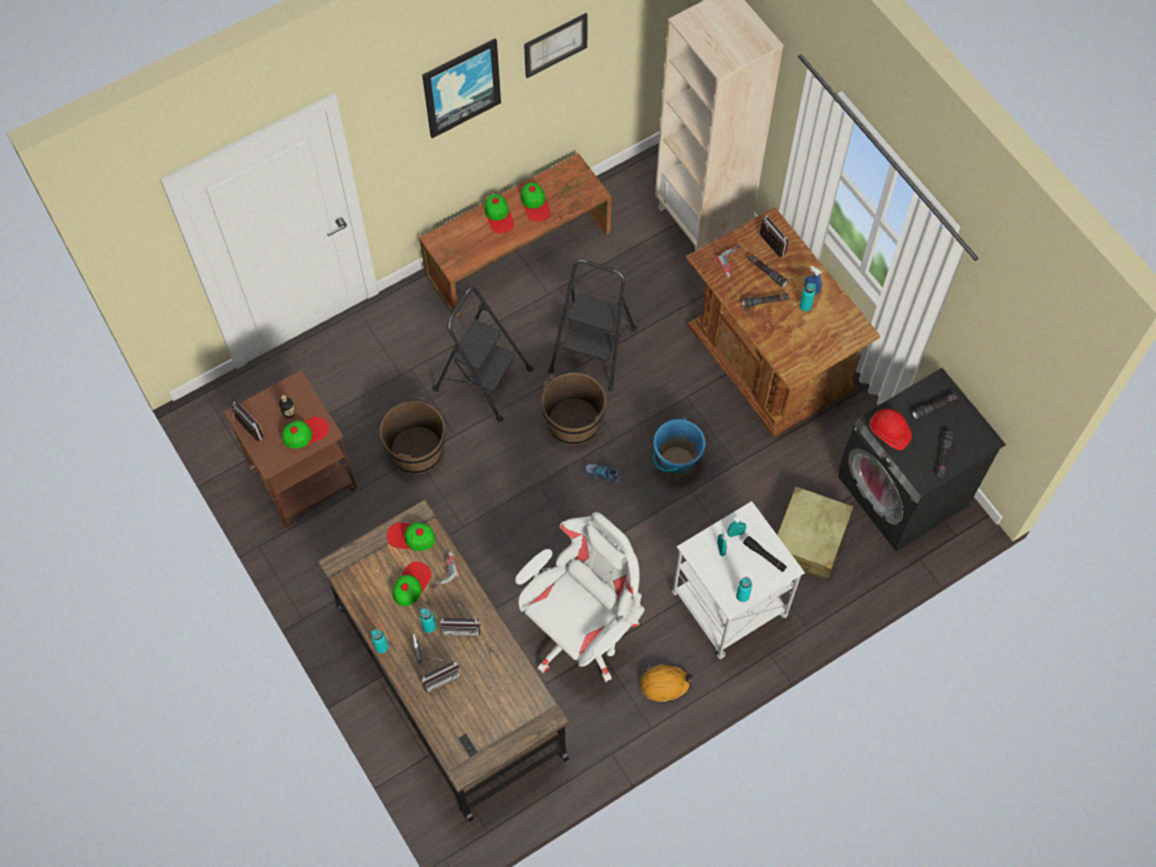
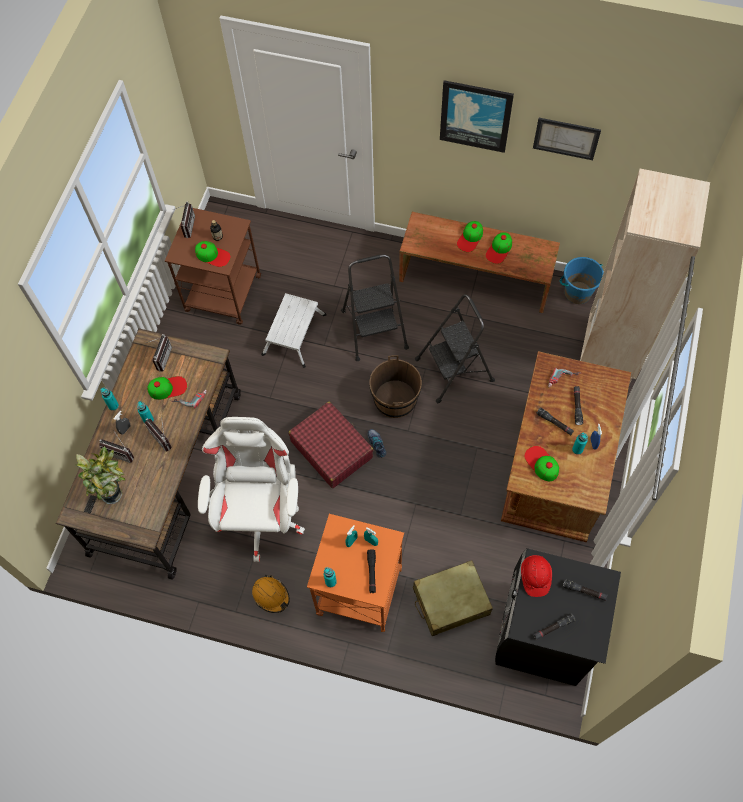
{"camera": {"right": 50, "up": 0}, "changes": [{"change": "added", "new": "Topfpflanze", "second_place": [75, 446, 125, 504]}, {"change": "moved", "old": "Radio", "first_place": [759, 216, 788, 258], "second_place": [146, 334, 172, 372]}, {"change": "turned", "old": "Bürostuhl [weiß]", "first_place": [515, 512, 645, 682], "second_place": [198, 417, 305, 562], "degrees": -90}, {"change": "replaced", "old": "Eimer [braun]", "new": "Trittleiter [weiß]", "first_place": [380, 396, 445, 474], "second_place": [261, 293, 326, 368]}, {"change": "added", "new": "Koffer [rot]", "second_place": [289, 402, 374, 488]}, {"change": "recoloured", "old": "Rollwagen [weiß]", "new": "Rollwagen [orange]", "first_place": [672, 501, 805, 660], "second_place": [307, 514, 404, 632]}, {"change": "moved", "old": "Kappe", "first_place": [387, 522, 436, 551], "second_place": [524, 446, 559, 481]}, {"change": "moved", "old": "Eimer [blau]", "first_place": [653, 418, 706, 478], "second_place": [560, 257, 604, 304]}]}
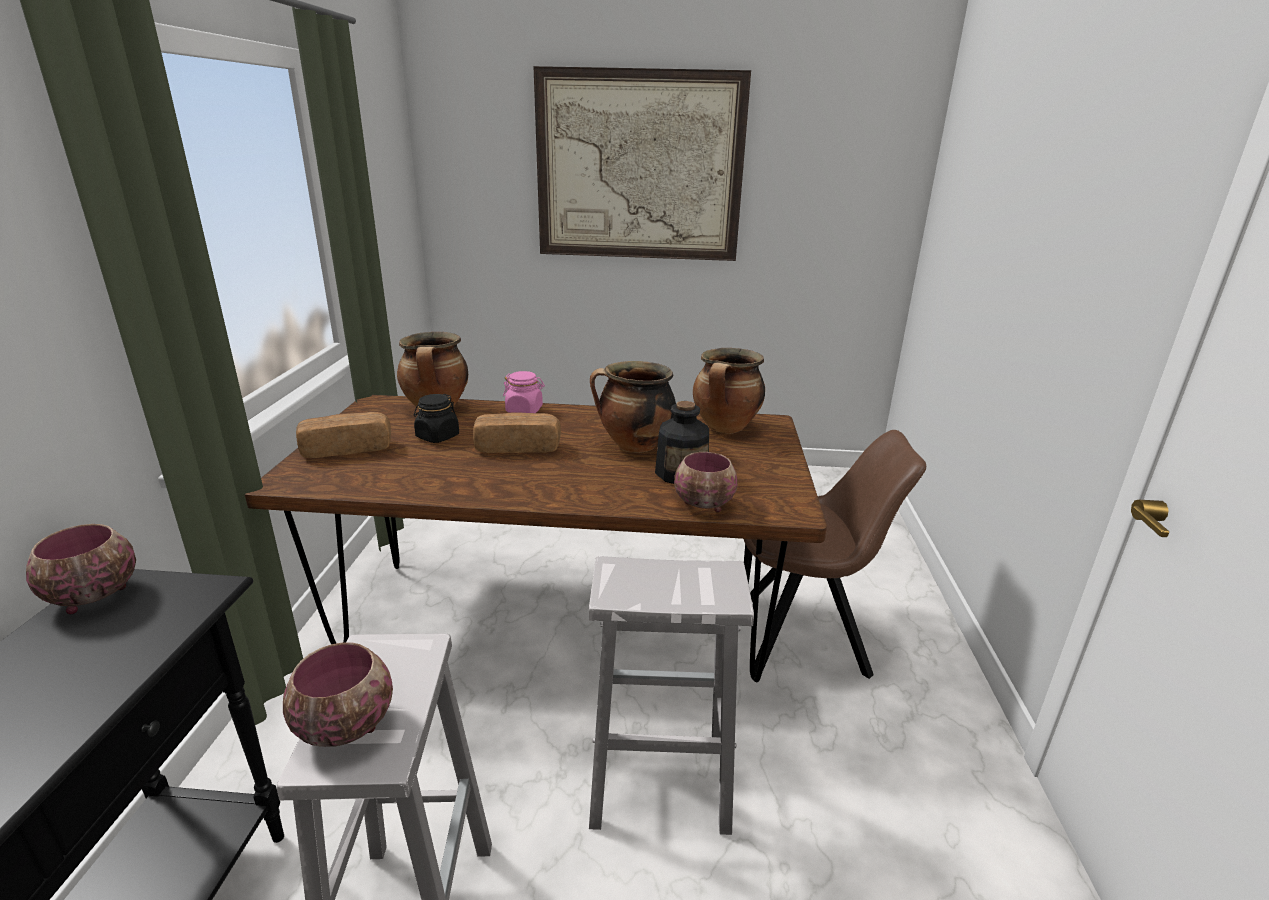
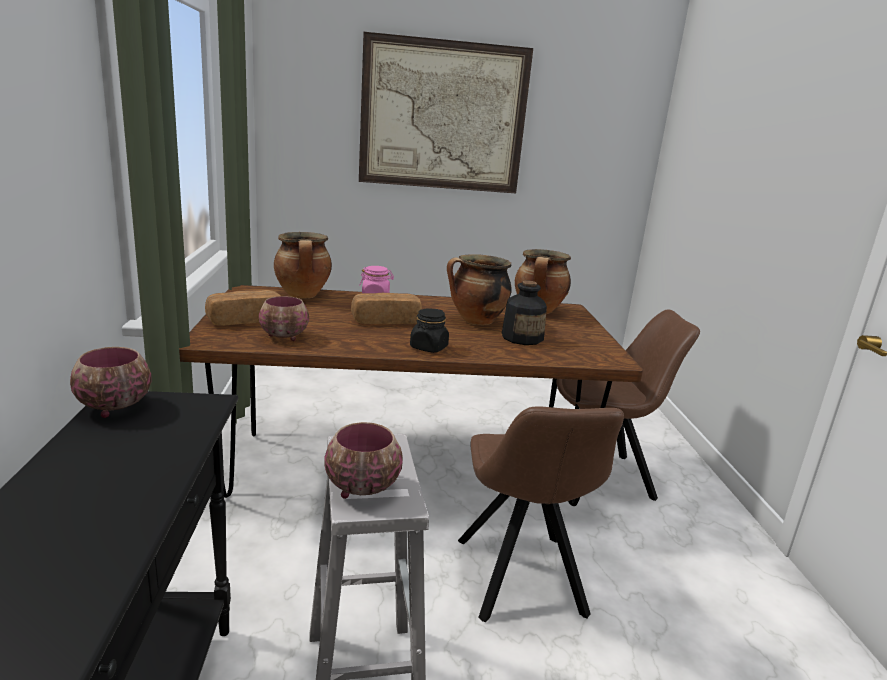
{"camera": {"right": -10, "up": -5}, "changes": [{"change": "moved", "old": "Schüssel", "first_place": [674, 452, 738, 512], "second_place": [259, 296, 309, 341]}, {"change": "moved", "old": "Vorratsglas [schwarz]", "first_place": [414, 394, 459, 443], "second_place": [410, 308, 449, 353]}, {"change": "replaced", "old": "Hocker [weiß]", "new": "Stuhl [braun]", "first_place": [589, 556, 754, 835], "second_place": [458, 406, 624, 622]}]}
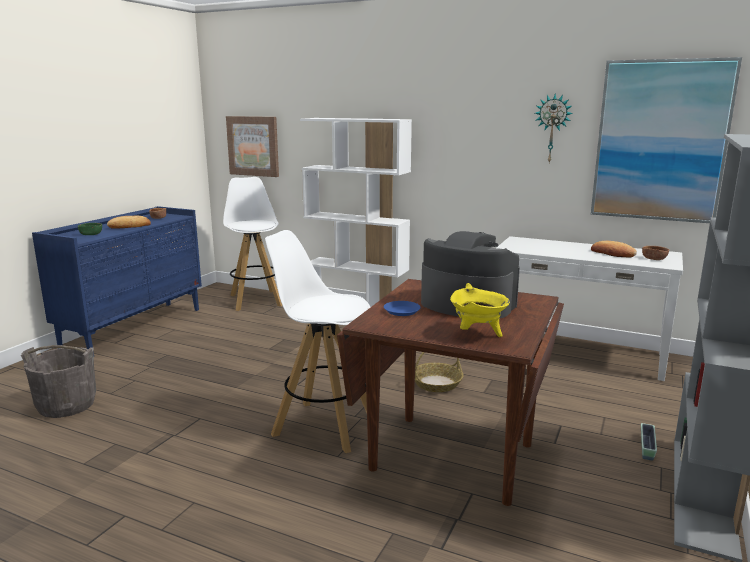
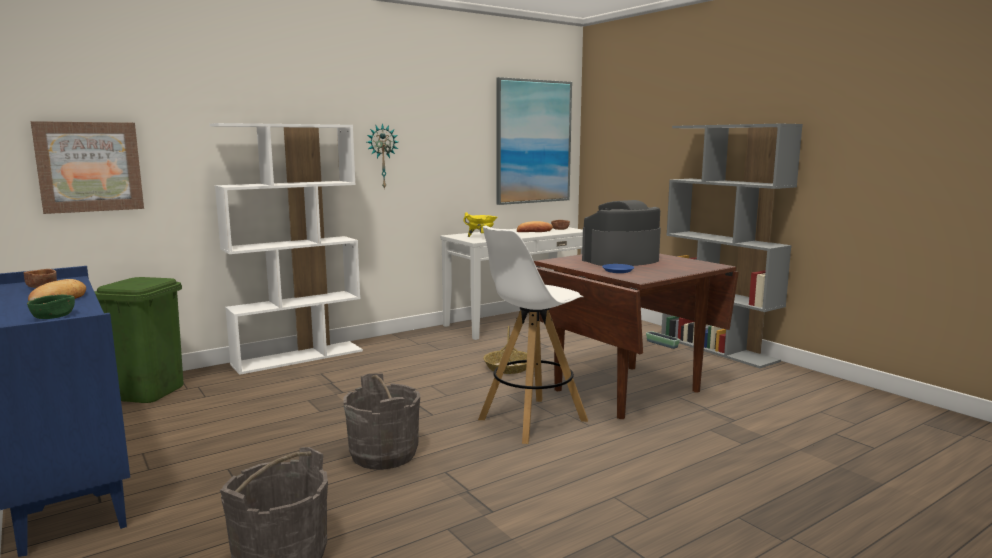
{"camera": {"right": -60, "up": -5}, "changes": [{"change": "replaced", "old": "Hocker [weiß]", "new": "Mülleimer [grün]", "first_place": [223, 177, 282, 311], "second_place": [94, 277, 184, 403]}, {"change": "added", "new": "Eimer [grau]", "second_place": [344, 374, 420, 470]}, {"change": "moved", "old": "Wanduhr", "first_place": [535, 94, 573, 163], "second_place": [367, 123, 398, 190]}, {"change": "moved", "old": "Kochtopf [gelb]", "first_place": [450, 283, 510, 337], "second_place": [464, 212, 497, 237]}]}
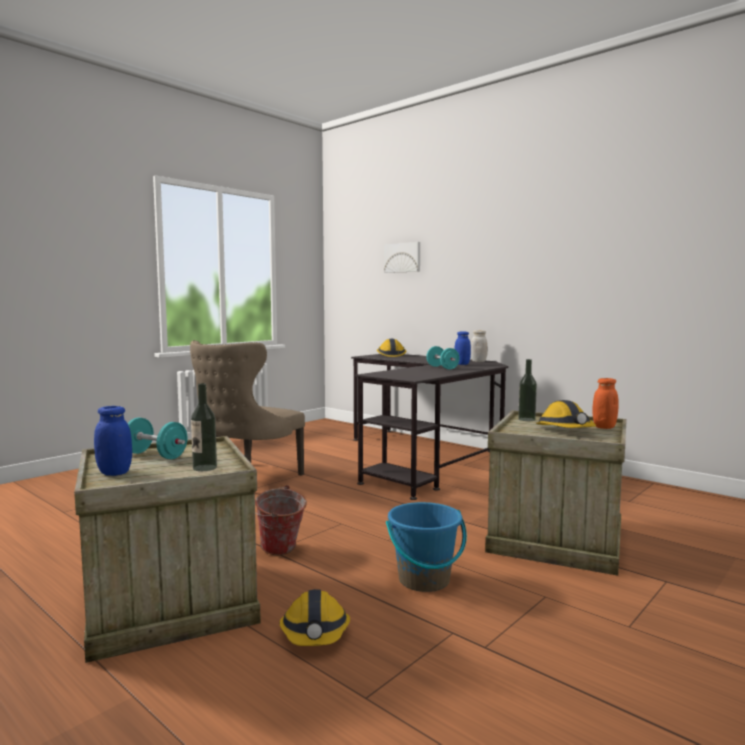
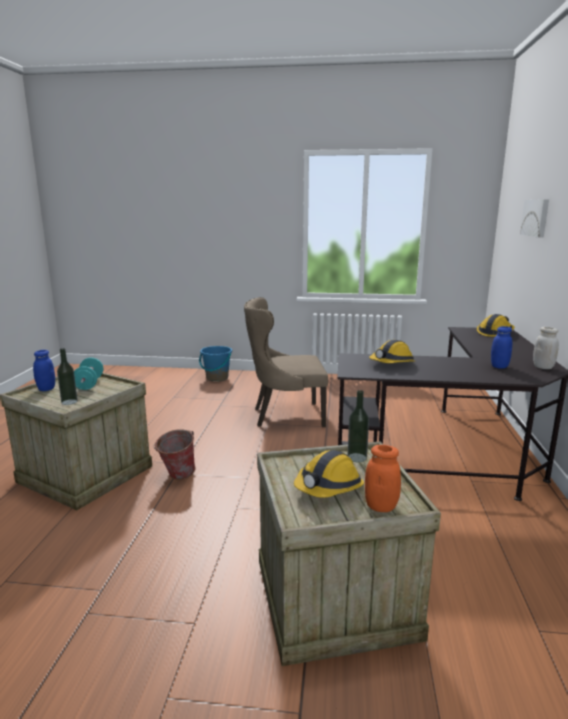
{"camera": {"right": 55, "up": 10}, "changes": [{"change": "moved", "old": "Eimer [blau]", "first_place": [386, 502, 467, 592], "second_place": [199, 346, 232, 381]}, {"change": "moved", "old": "Schutzhelm", "first_place": [279, 589, 350, 646], "second_place": [369, 340, 414, 363]}, {"change": "removed", "old": "Hantel [türkis]", "first_place": [426, 346, 460, 369]}]}
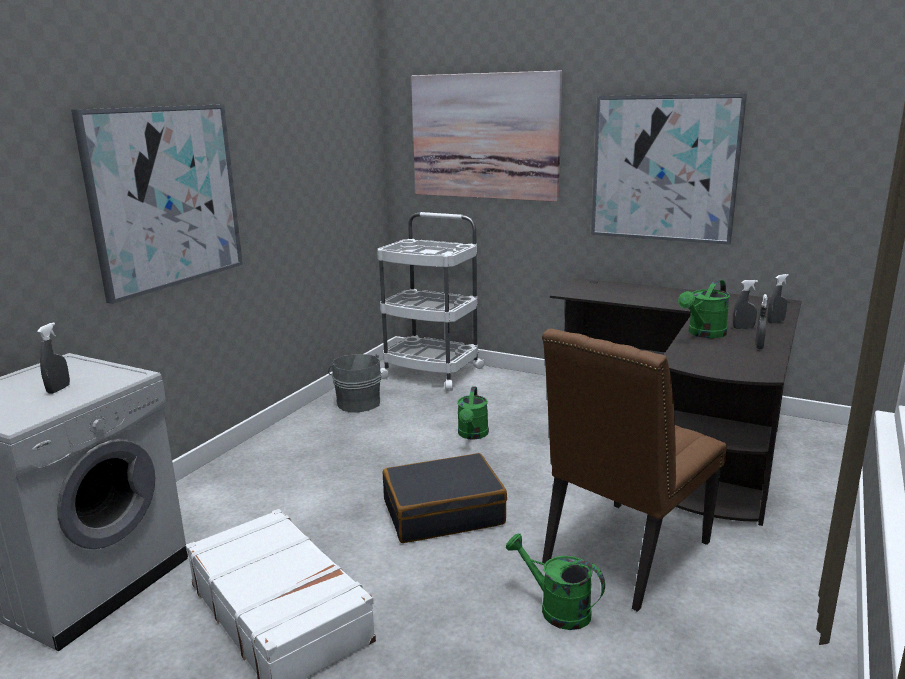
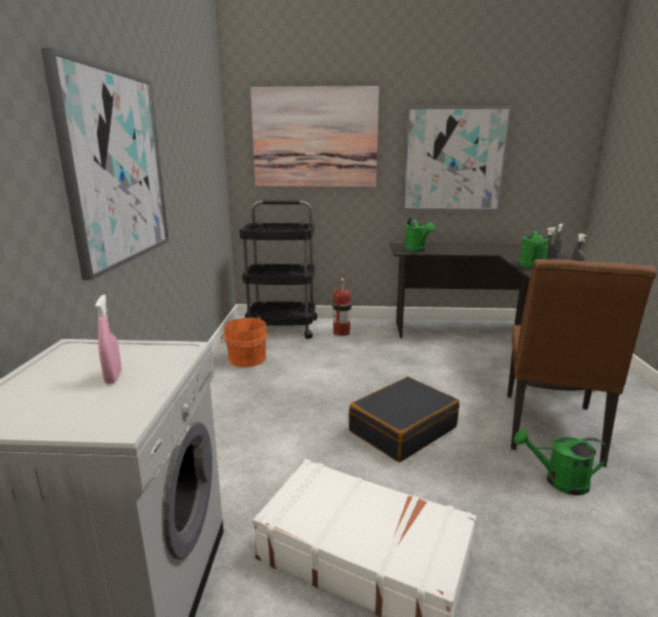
{"camera": {"right": -25, "up": 0}, "changes": [{"change": "recoloured", "old": "Sprühflasche [grau]", "new": "Sprühflasche [rosa]", "first_place": [37, 322, 70, 394], "second_place": [95, 294, 122, 384]}, {"change": "recoloured", "old": "Eimer [grau]", "new": "Eimer [orange]", "first_place": [328, 354, 381, 412], "second_place": [221, 316, 267, 367]}, {"change": "recoloured", "old": "Rollwagen [weiß]", "new": "Rollwagen [schwarz]", "first_place": [377, 212, 484, 391], "second_place": [240, 200, 317, 339]}, {"change": "added", "new": "Feuerlöscher", "second_place": [332, 277, 351, 336]}, {"change": "moved", "old": "Gießkanne [grün]", "first_place": [457, 386, 489, 440], "second_place": [404, 218, 435, 252]}]}
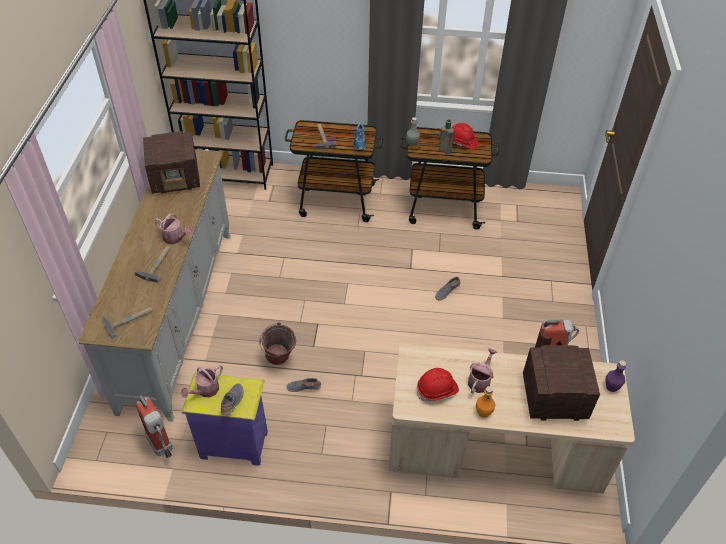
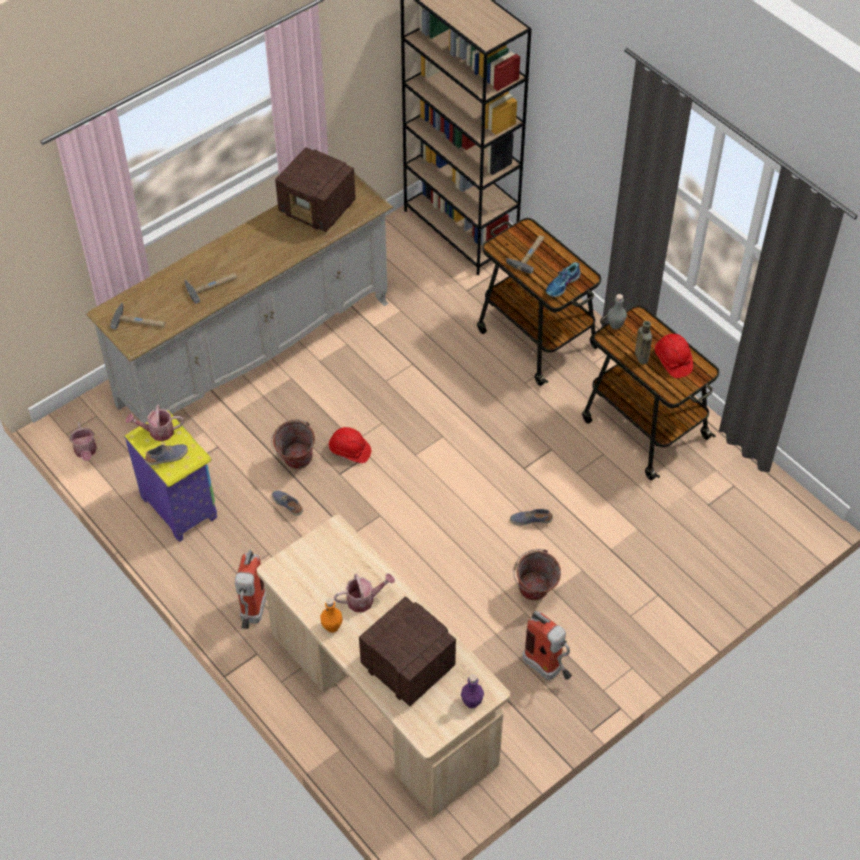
{"camera": {"right": 45, "up": 5}, "changes": [{"change": "moved", "old": "Gießkanne", "first_place": [155, 214, 193, 244], "second_place": [69, 422, 97, 461]}, {"change": "moved", "old": "Feuerlöscher", "first_place": [136, 396, 173, 458], "second_place": [235, 550, 267, 629]}, {"change": "moved", "old": "Schutzhelm [rot]", "first_place": [417, 368, 459, 402], "second_place": [329, 427, 371, 463]}, {"change": "added", "new": "Eimer", "second_place": [513, 549, 561, 600]}]}
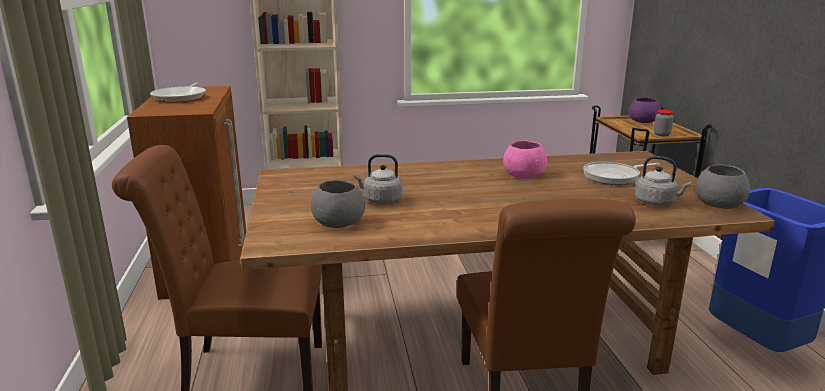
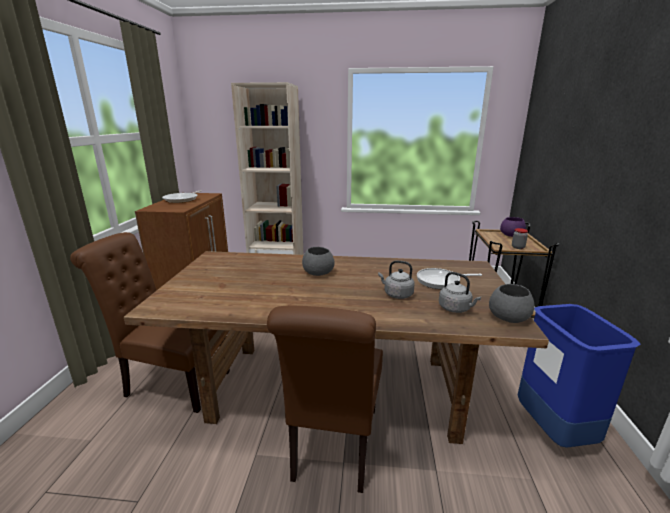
{"camera": {"right": 15, "up": 0}, "changes": [{"change": "moved", "old": "Schüssel [grau]", "first_place": [311, 180, 365, 228], "second_place": [302, 247, 334, 276]}, {"change": "moved", "old": "Wasserkessel [grau]", "first_place": [354, 154, 402, 204], "second_place": [378, 261, 415, 299]}, {"change": "removed", "old": "Schüssel [rosa]", "first_place": [503, 140, 547, 179]}]}
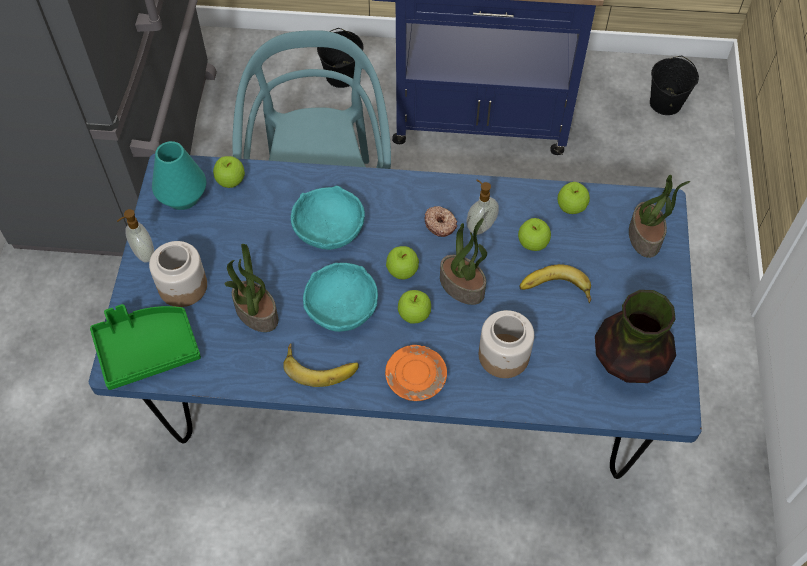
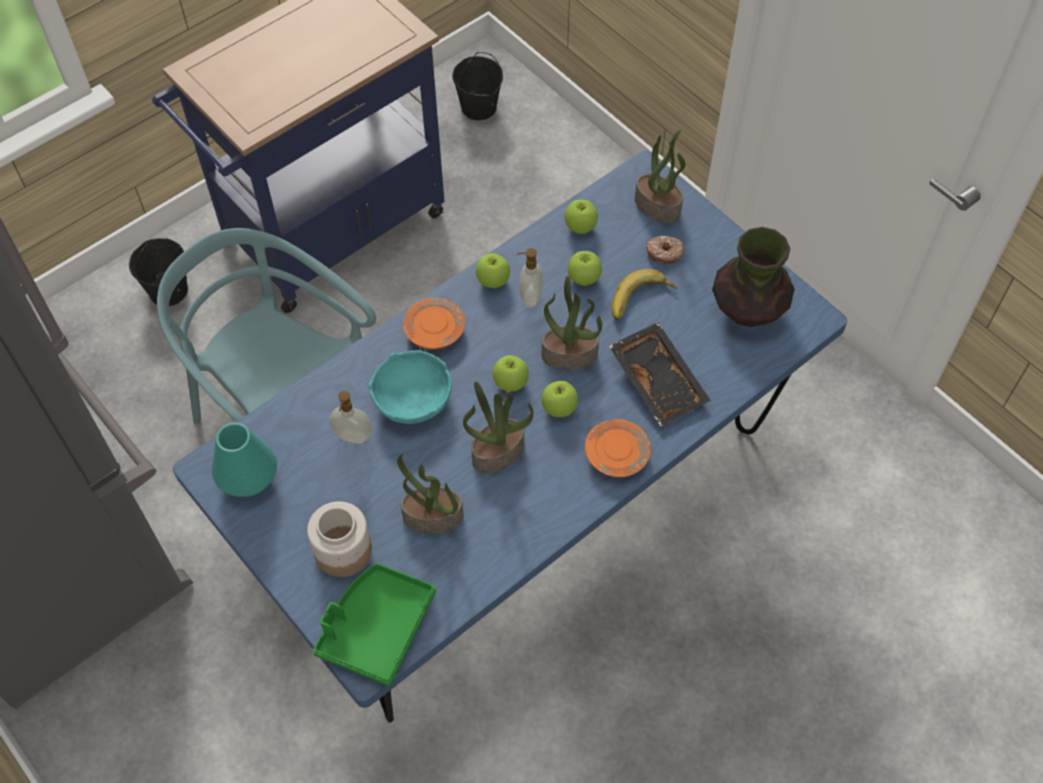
{"camera": {"right": -45, "up": 0}, "changes": [{"change": "moved", "old": "Seifenspender", "first_place": [117, 209, 154, 263], "second_place": [329, 391, 372, 444]}, {"change": "added", "new": "Teller [orange]", "second_place": [403, 298, 465, 350]}, {"change": "replaced", "old": "Schüssel [türkis]", "new": "Topfpflanze", "first_place": [303, 263, 378, 332], "second_place": [463, 382, 533, 473]}, {"change": "moved", "old": "Apfel", "first_place": [213, 156, 245, 188], "second_place": [476, 253, 510, 288]}, {"change": "replaced", "old": "Vorratsglas", "new": "Tablett [schwarz]", "first_place": [479, 310, 534, 378], "second_place": [609, 322, 711, 426]}, {"change": "moved", "old": "Donut", "first_place": [425, 206, 457, 237], "second_place": [646, 236, 684, 264]}, {"change": "removed", "old": "Banane", "first_place": [283, 343, 359, 387]}]}
